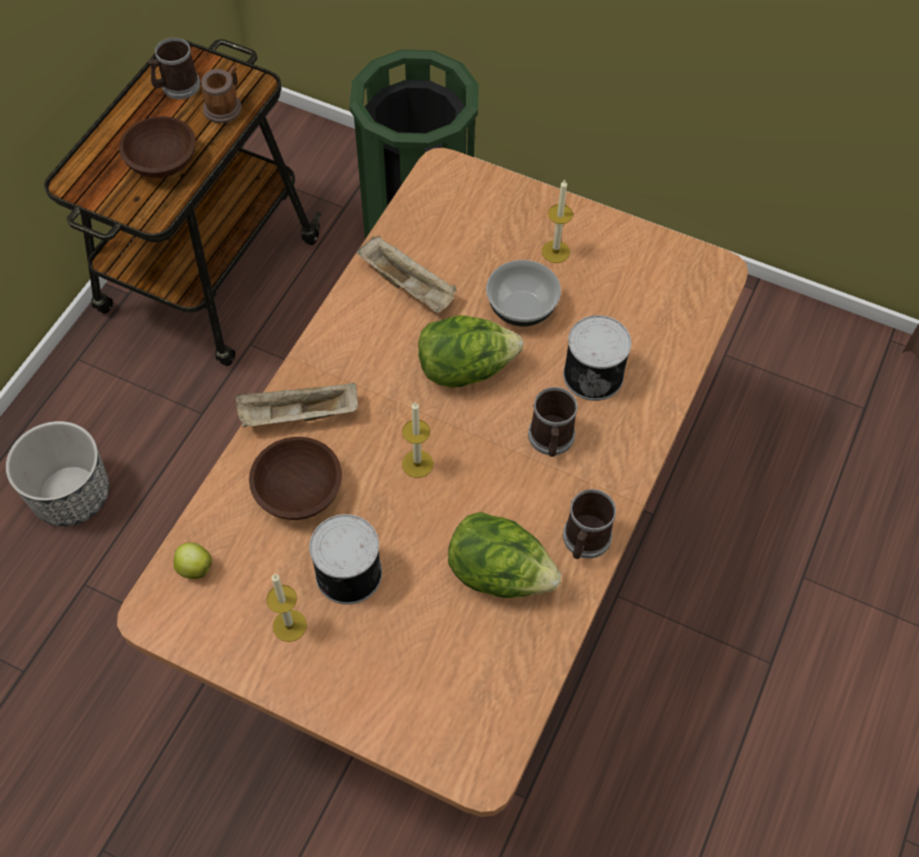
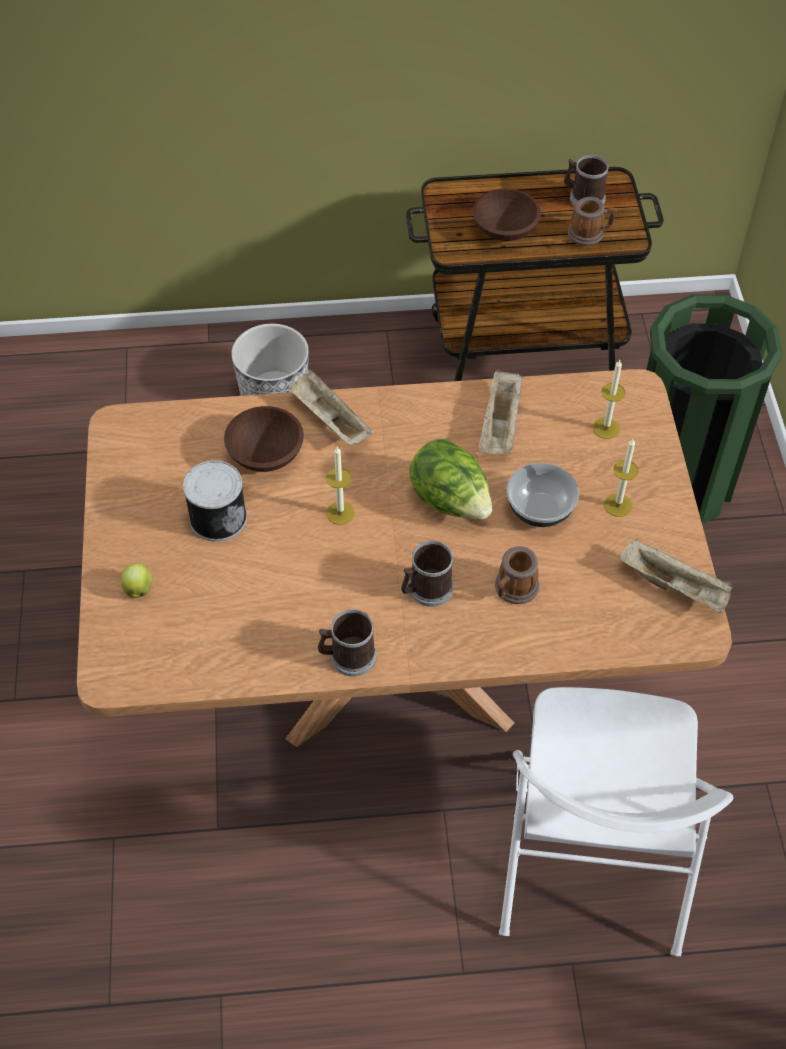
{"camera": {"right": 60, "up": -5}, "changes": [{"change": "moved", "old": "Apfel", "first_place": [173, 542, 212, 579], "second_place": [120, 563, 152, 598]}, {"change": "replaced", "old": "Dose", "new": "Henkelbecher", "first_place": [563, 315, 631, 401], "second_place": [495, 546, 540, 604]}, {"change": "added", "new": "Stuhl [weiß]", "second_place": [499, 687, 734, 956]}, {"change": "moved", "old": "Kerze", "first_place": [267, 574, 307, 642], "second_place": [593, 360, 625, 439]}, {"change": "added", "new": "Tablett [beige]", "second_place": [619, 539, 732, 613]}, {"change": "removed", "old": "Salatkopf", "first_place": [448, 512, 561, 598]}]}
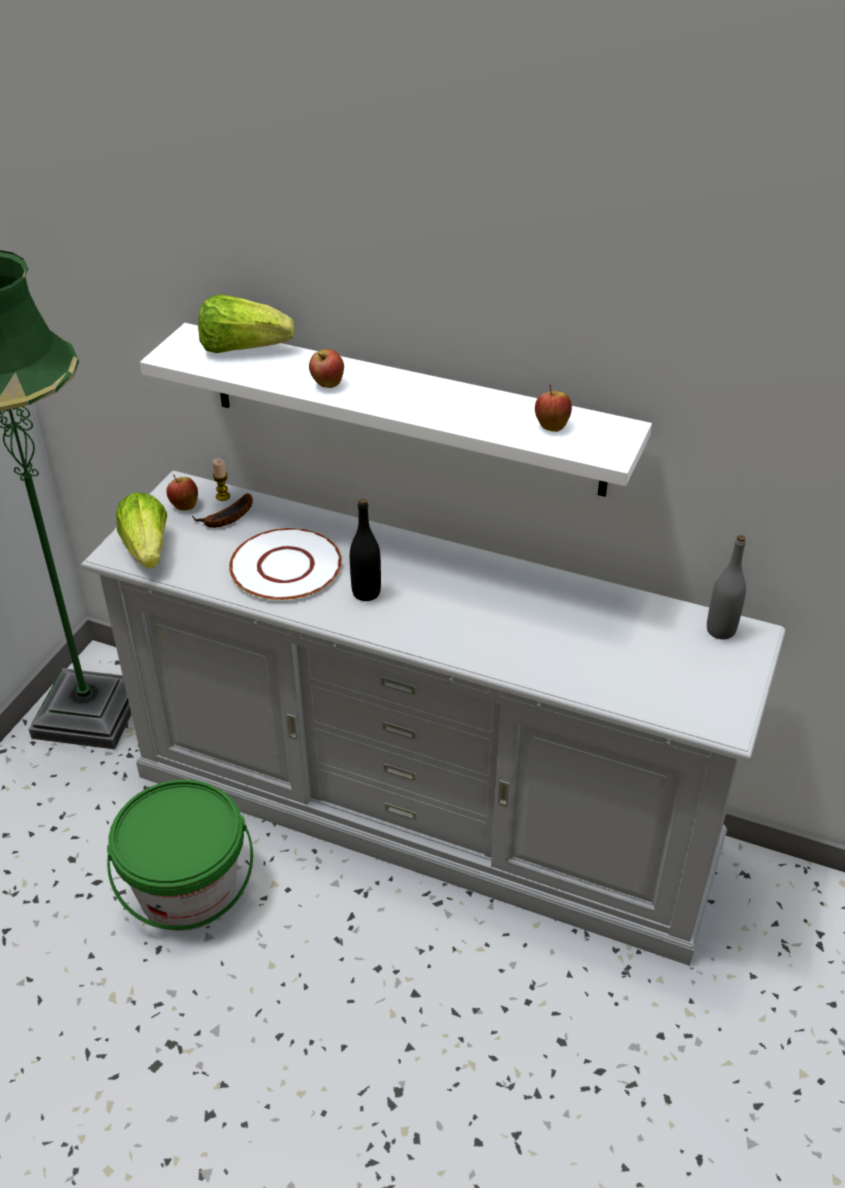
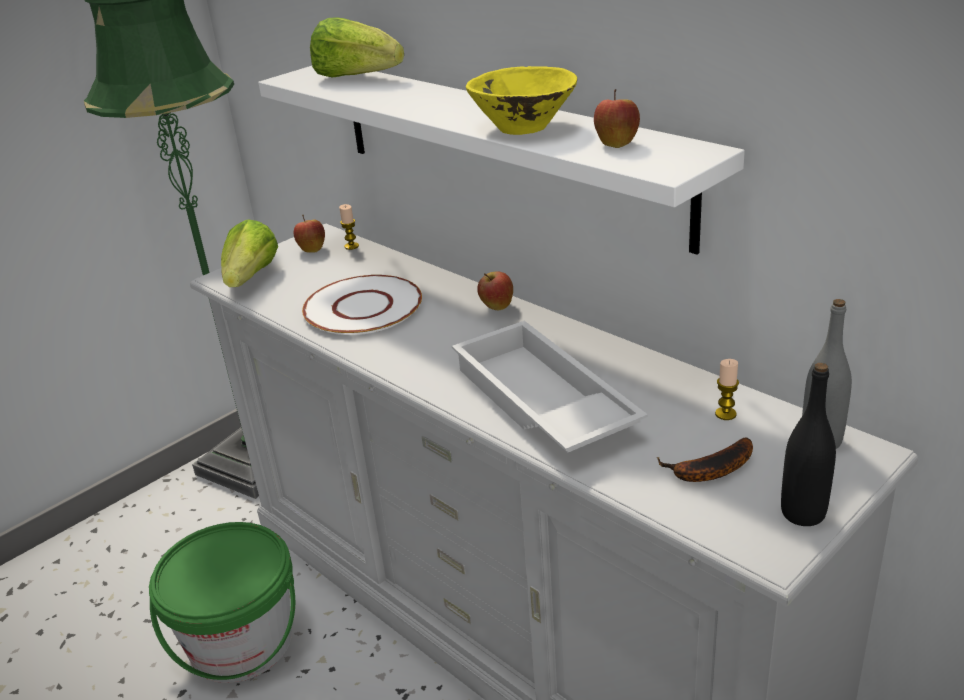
{"camera": {"right": 25, "up": -10}, "changes": [{"change": "added", "new": "Tablett [weiß]", "second_place": [452, 321, 648, 453]}, {"change": "added", "new": "Schüssel [gelb]", "second_place": [466, 66, 577, 135]}, {"change": "moved", "old": "Apfel", "first_place": [309, 349, 344, 388], "second_place": [477, 271, 513, 310]}, {"change": "moved", "old": "Banane", "first_place": [192, 493, 253, 528], "second_place": [657, 438, 753, 482]}, {"change": "added", "new": "Kerze", "second_place": [715, 359, 739, 420]}, {"change": "moved", "old": "Flasche [schwarz]", "first_place": [350, 498, 381, 601], "second_place": [781, 363, 836, 526]}]}
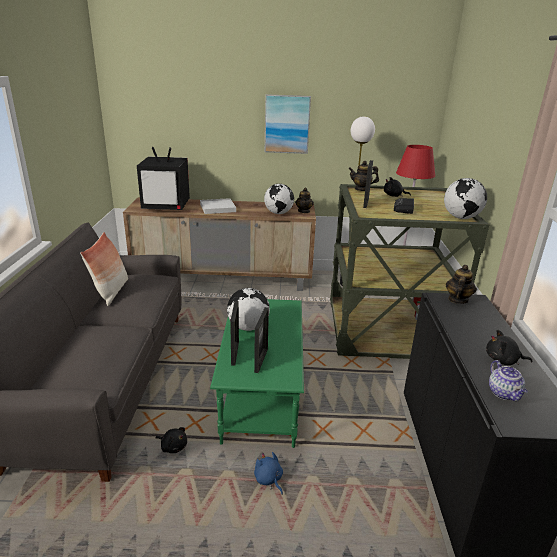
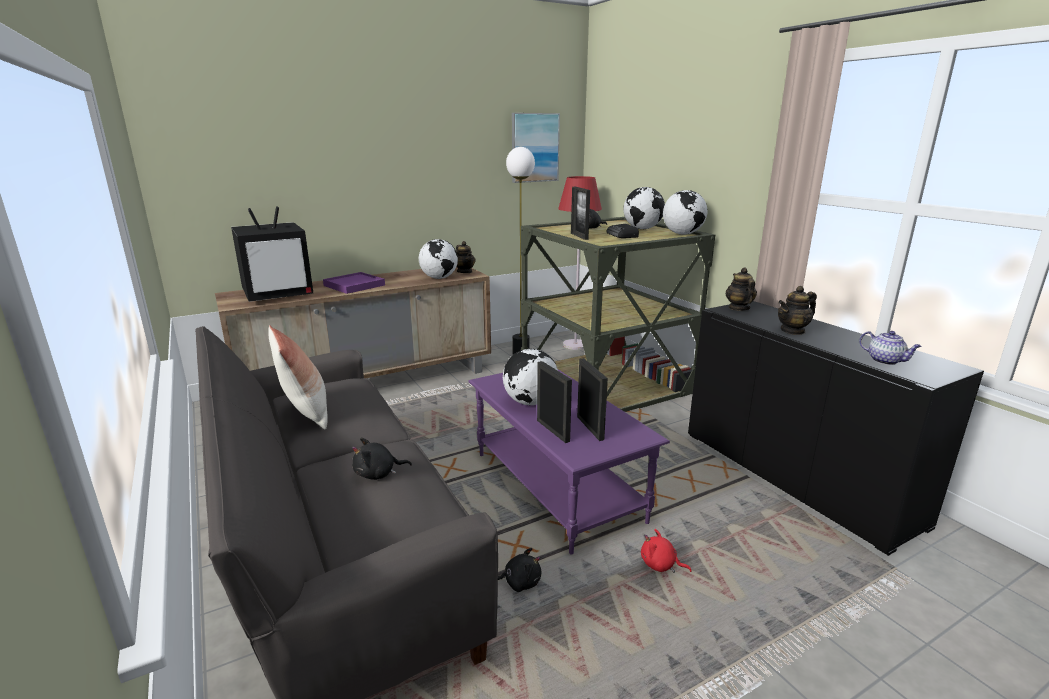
{"camera": {"right": -30, "up": -5}, "changes": [{"change": "recoloured", "old": "Tablett [weiß]", "new": "Tablett [lila]", "first_place": [200, 198, 236, 214], "second_place": [323, 272, 385, 294]}, {"change": "moved", "old": "Plüschtier [schwarz]", "first_place": [486, 330, 533, 365], "second_place": [352, 438, 412, 480]}, {"change": "recoloured", "old": "Couchtisch [grün]", "new": "Couchtisch [lila]", "first_place": [210, 299, 304, 448], "second_place": [468, 369, 670, 555]}, {"change": "moved", "old": "Bild", "first_place": [265, 94, 311, 154], "second_place": [512, 113, 560, 183]}, {"change": "added", "new": "Globus", "second_place": [623, 187, 665, 229]}, {"change": "recoloured", "old": "Plüschtier [blau]", "new": "Plüschtier [rot]", "first_place": [254, 452, 283, 495], "second_place": [641, 529, 692, 573]}, {"change": "moved", "old": "Teekanne", "first_place": [349, 161, 379, 191], "second_place": [778, 286, 817, 335]}]}
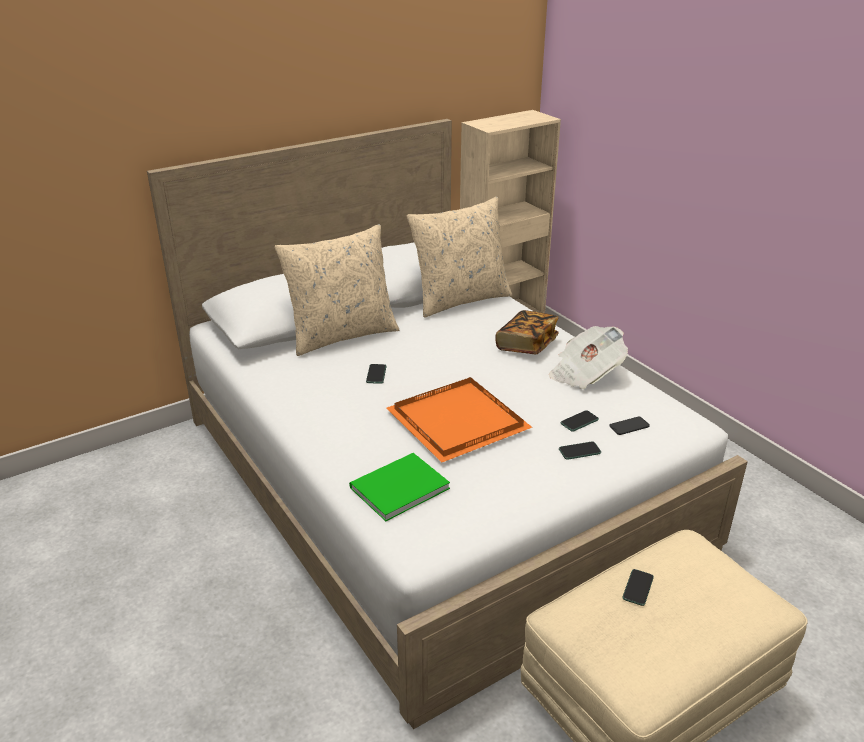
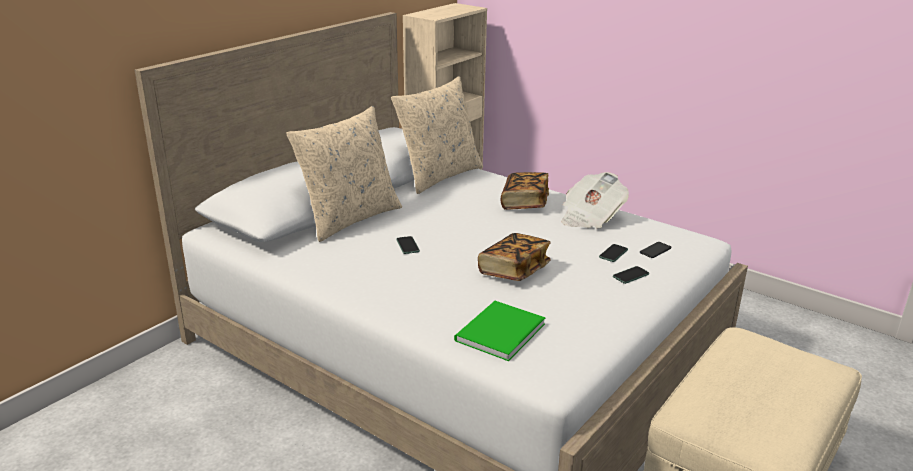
{"camera": {"right": -20, "up": -5}, "changes": [{"change": "replaced", "old": "Tablett [orange]", "new": "Buch", "first_place": [387, 377, 533, 463], "second_place": [478, 233, 551, 281]}, {"change": "removed", "old": "Handy", "first_place": [622, 569, 654, 606]}]}
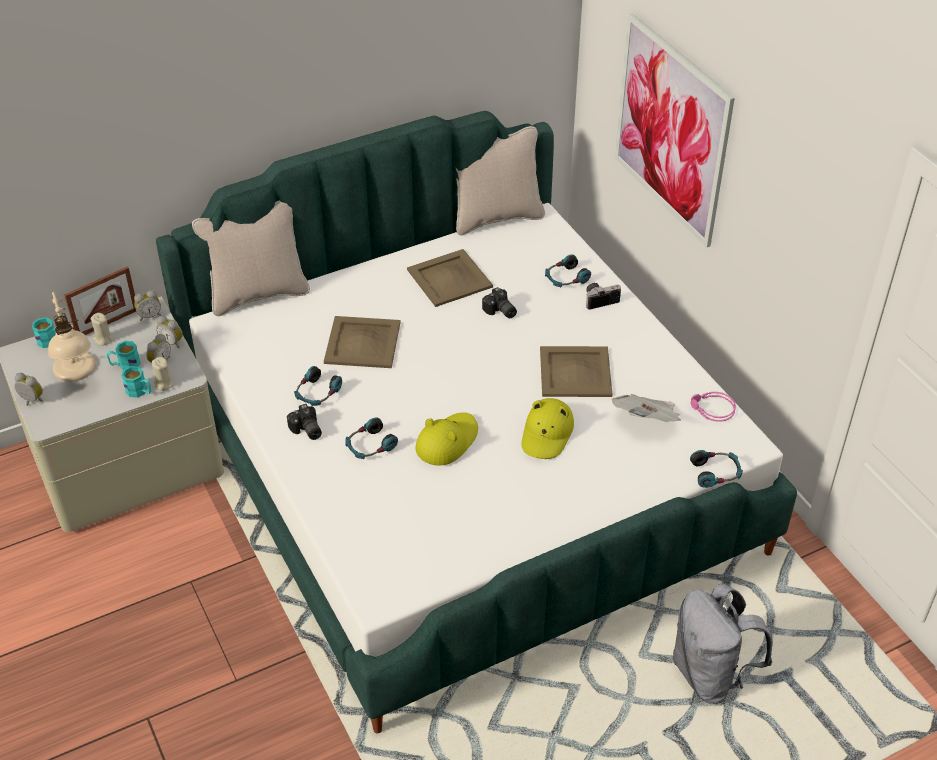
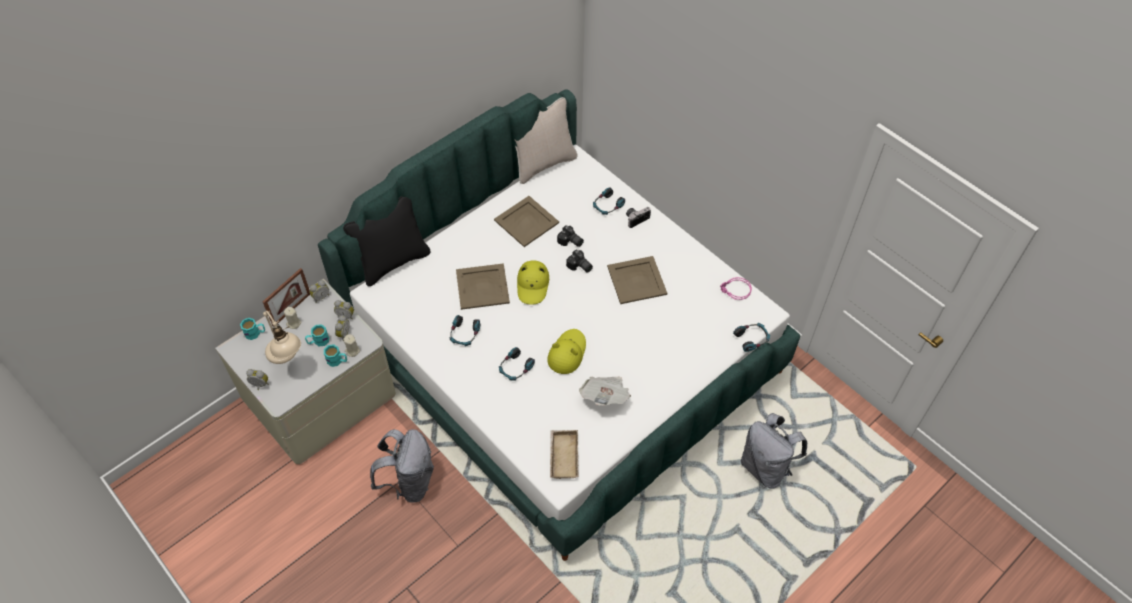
{"camera": {"right": -15, "up": 10}, "changes": [{"change": "recoloured", "old": "Kissen [beige]", "new": "Kissen [schwarz]", "first_place": [192, 201, 310, 316], "second_place": [343, 196, 431, 286]}, {"change": "added", "new": "Rucksack [grau]", "second_place": [370, 429, 434, 503]}, {"change": "moved", "old": "Hut [gelb]", "first_place": [521, 398, 574, 459], "second_place": [517, 260, 549, 305]}, {"change": "added", "new": "Tablett [beige]", "second_place": [550, 430, 578, 479]}, {"change": "moved", "old": "Kamera", "first_place": [287, 404, 322, 440], "second_place": [566, 249, 593, 272]}, {"change": "moved", "old": "Zeitung", "first_place": [612, 394, 681, 422], "second_place": [579, 376, 631, 406]}, {"change": "removed", "old": "Bild", "first_place": [615, 13, 735, 247]}]}
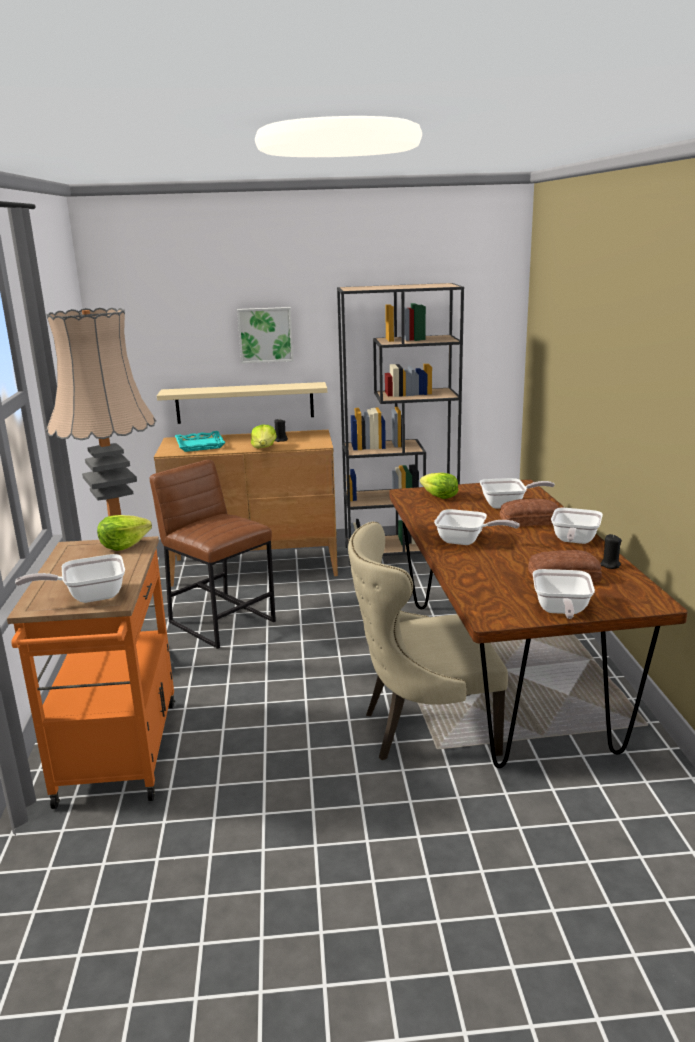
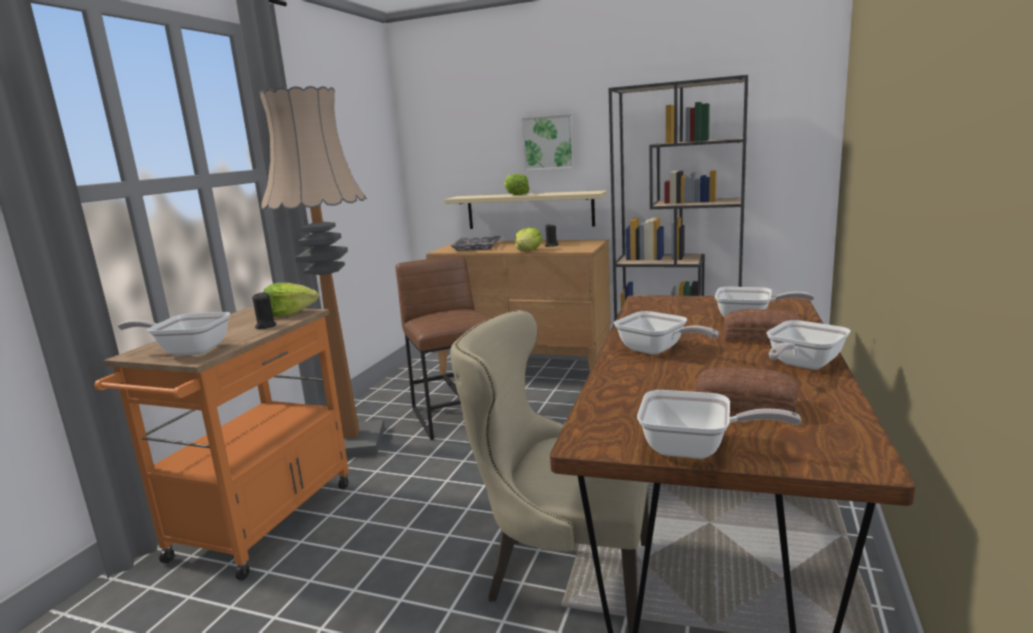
{"camera": {"right": 25, "up": -5}, "changes": [{"change": "moved", "old": "Kerze [schwarz]", "first_place": [600, 534, 622, 569], "second_place": [252, 292, 276, 329]}, {"change": "recoloured", "old": "Tablett [türkis]", "new": "Tablett [grau]", "first_place": [175, 431, 226, 452], "second_place": [451, 236, 501, 251]}, {"change": "moved", "old": "Salatkopf", "first_place": [420, 473, 458, 499], "second_place": [504, 174, 530, 195]}, {"change": "turned", "old": "Pfanne", "first_place": [533, 569, 595, 619], "second_place": [637, 390, 801, 459], "degrees": -105}]}
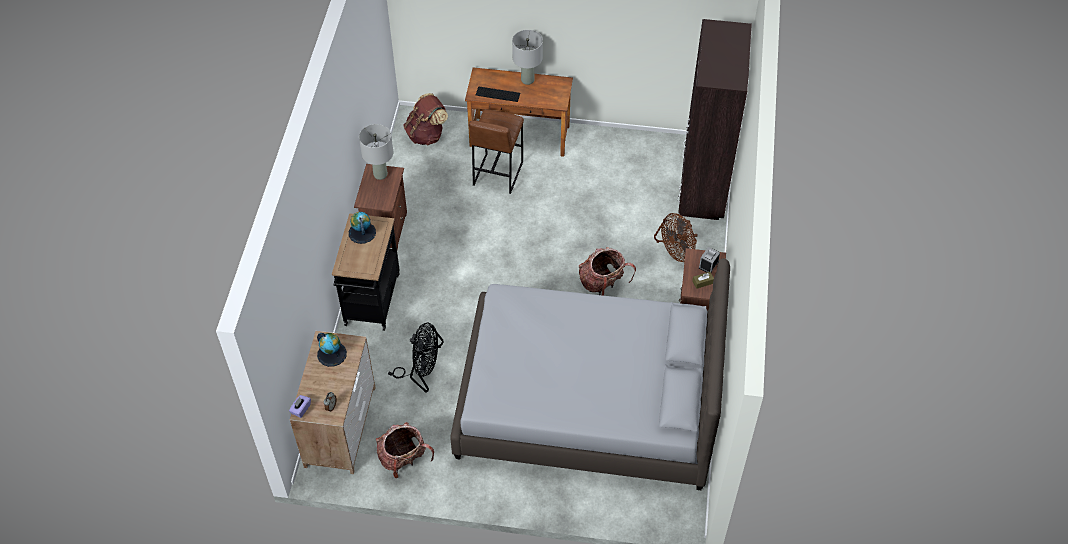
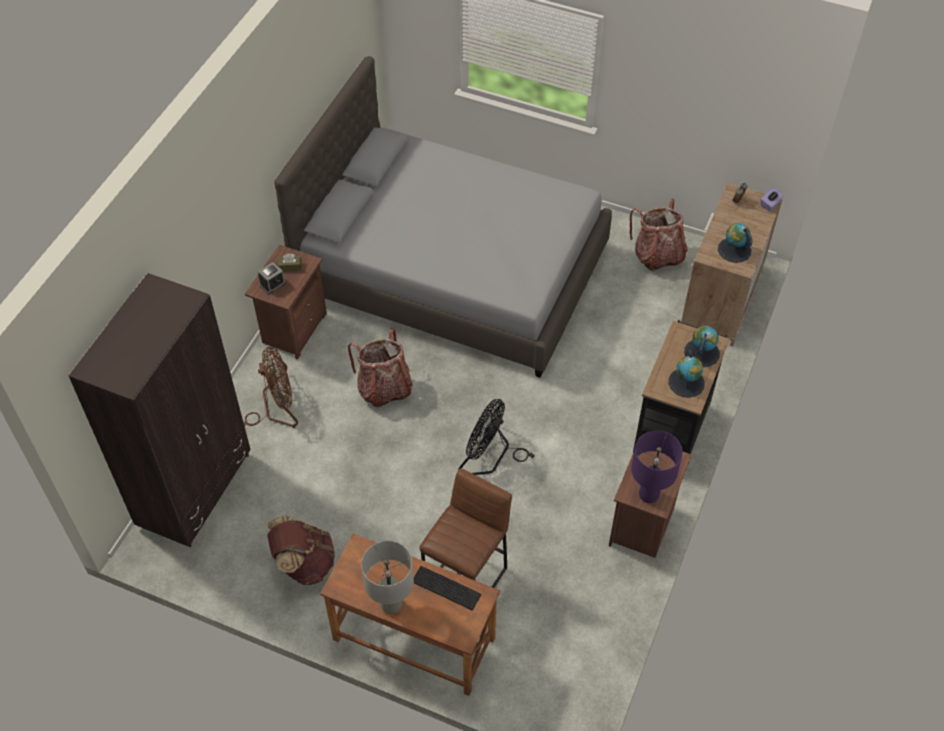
{"camera": {"right": -165, "up": 0}, "changes": [{"change": "moved", "old": "Rucksack [braun]", "first_place": [403, 93, 448, 145], "second_place": [267, 516, 335, 585]}, {"change": "moved", "old": "Ventilator [schwarz]", "first_place": [388, 322, 444, 393], "second_place": [458, 399, 535, 475]}, {"change": "recoloured", "old": "Tischlampe [grau]", "new": "Tischlampe [lila]", "first_place": [359, 124, 393, 180], "second_place": [631, 431, 683, 503]}, {"change": "added", "new": "Globus", "second_place": [684, 326, 720, 367]}]}
